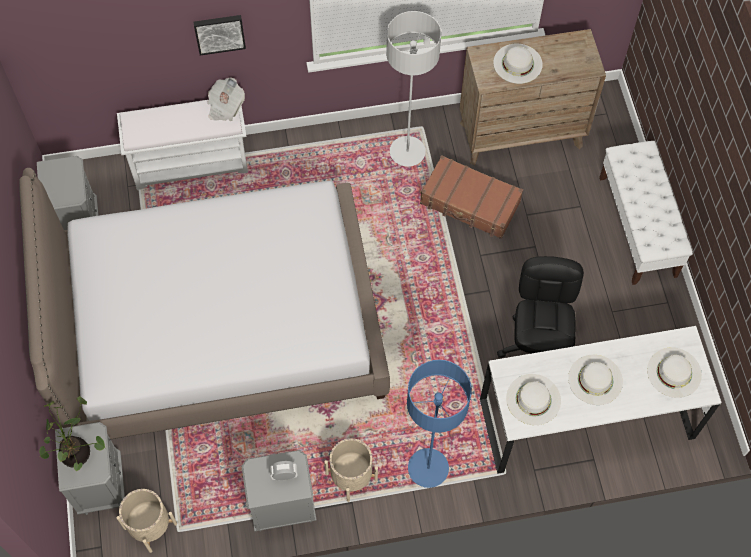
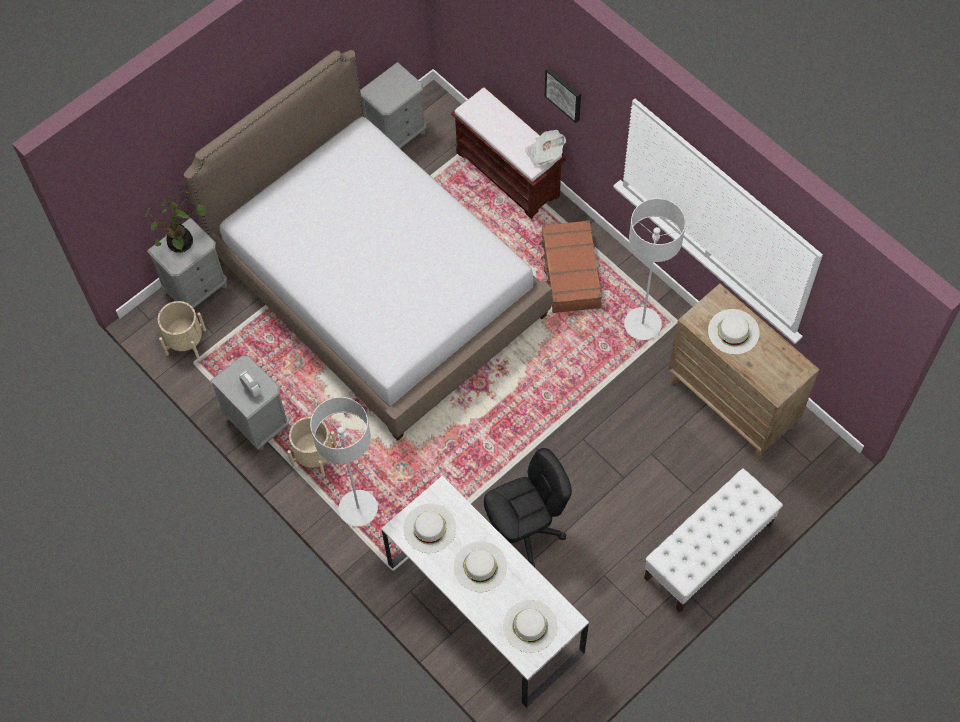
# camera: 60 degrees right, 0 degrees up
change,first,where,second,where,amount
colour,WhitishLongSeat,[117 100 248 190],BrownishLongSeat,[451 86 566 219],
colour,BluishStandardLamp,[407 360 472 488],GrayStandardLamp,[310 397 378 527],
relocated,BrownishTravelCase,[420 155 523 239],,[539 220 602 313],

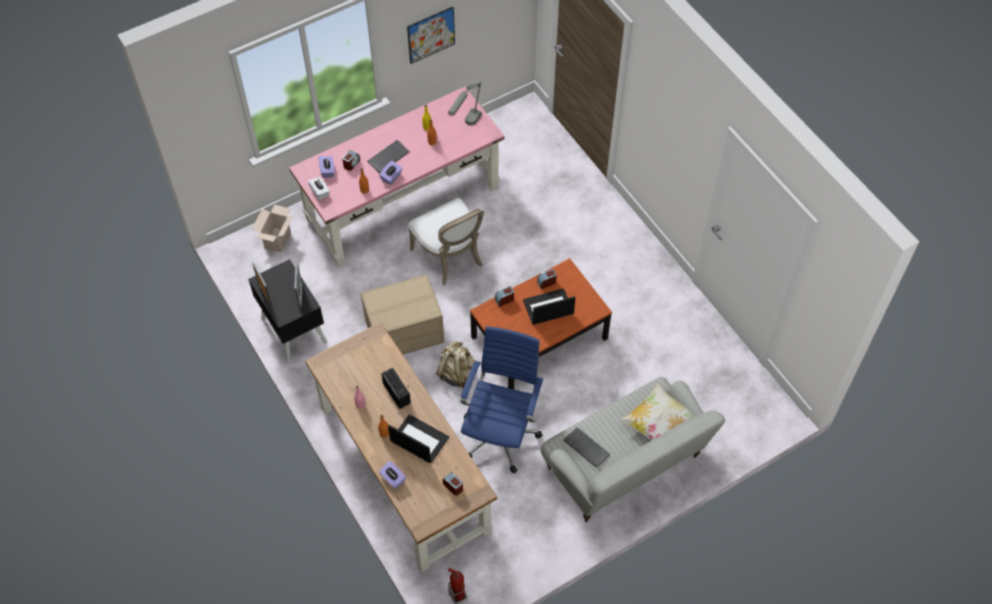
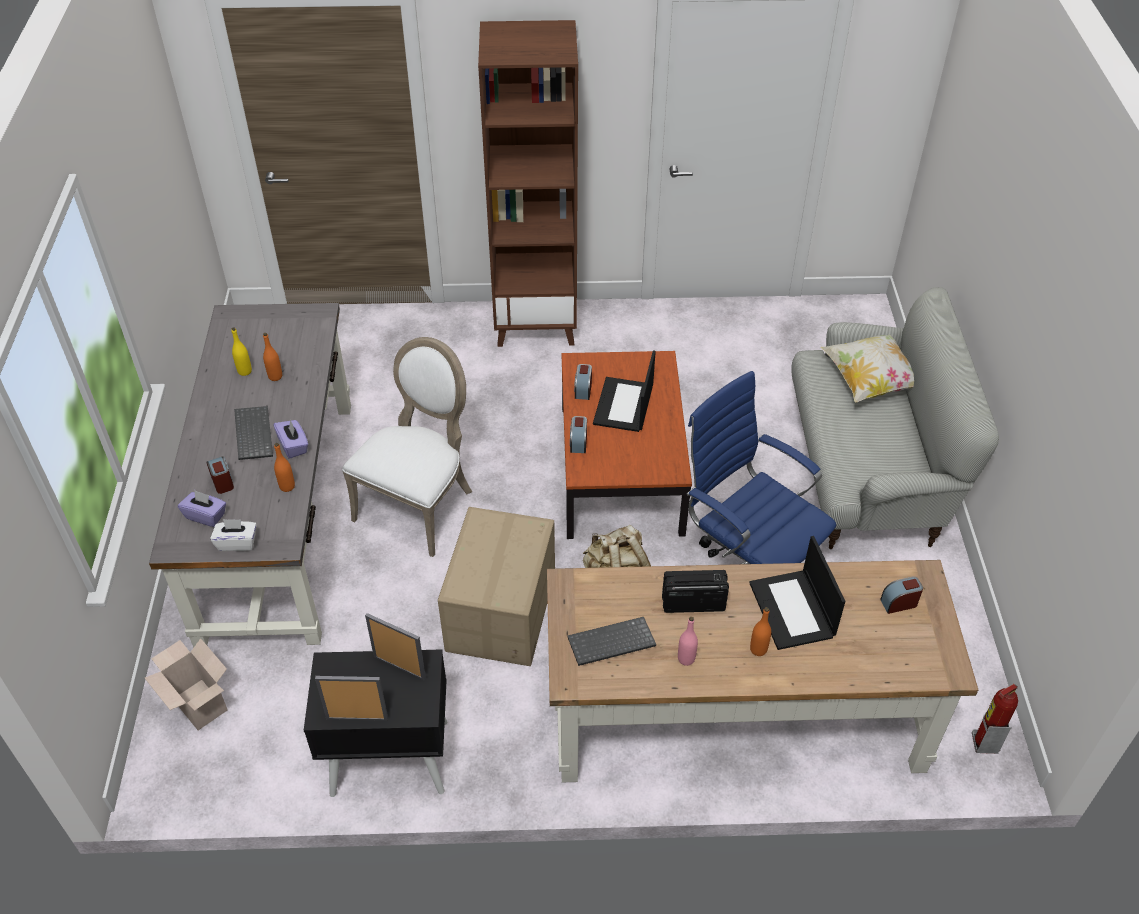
# camera: 60 degrees left, 10 degrees down
change,first,where,second,where,amount
colour,PinkishDeskUnit,[289 87 505 267],GrayDeskUnit,[149 303 351 648],
missing,PurpleTissueHolder,[379 461 406 489],,,
spun,PortableComputer,[388 414 449 463],,[749 536 845 650],75 degrees counterclockwise
missing,Picture,[407 7 455 64],,,
spun,WhitishUprightChair,[408 198 484 285],,[342 337 472 557],60 degrees counterclockwise
missing,GrayTableLamp,[448 81 482 125],,,
relocated,PcKeyboard,[563 427 610 468],,[567 617 656 666],
appeared,,,BrownishBookcase,[478 20 578 347],

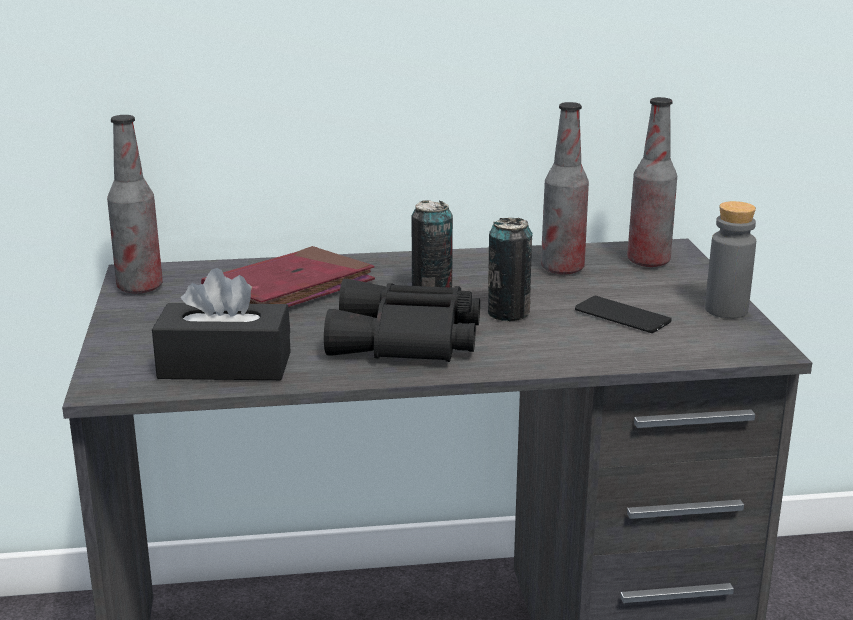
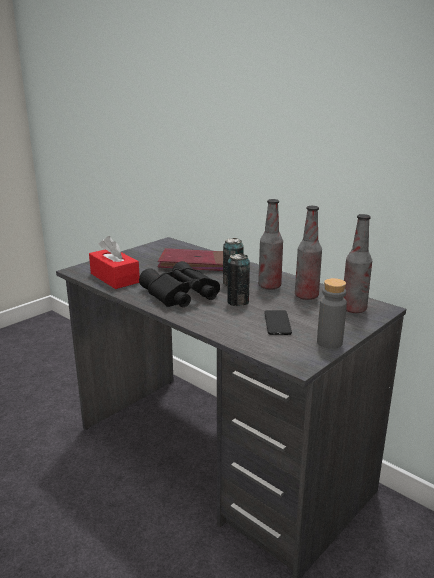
# camera: 50 degrees right, 0 degrees up
change,first,where,second,where,amount
relocated,DrinkBottle,[107 115 163 294],,[258 199 283 290],
colour,BlackTissueHolder,[152 268 291 380],ReddishTissueHolder,[89 236 140 289],

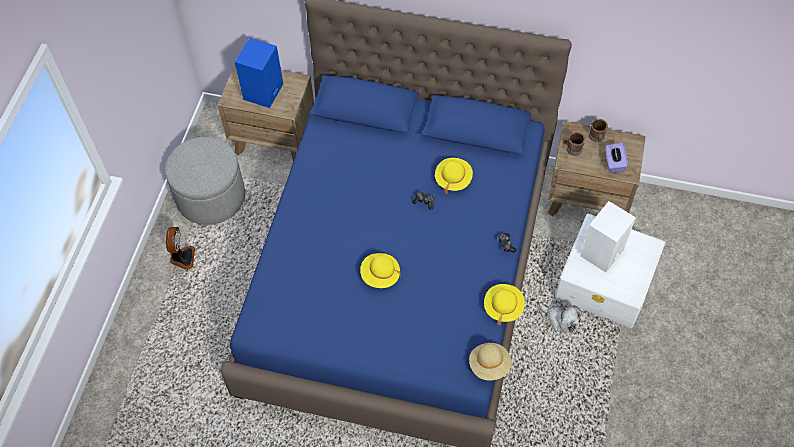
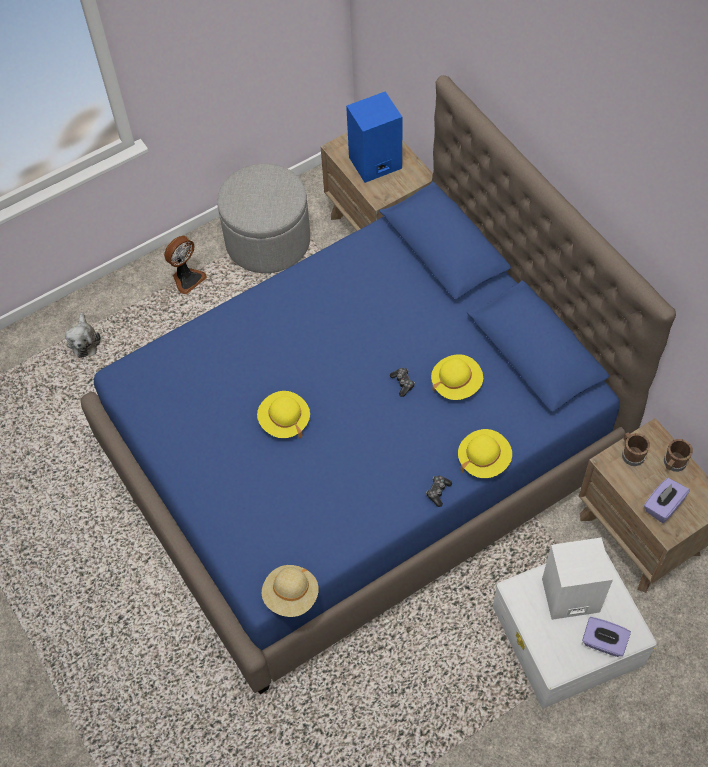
# camera: 45 degrees right, 0 degrees up
change,first,where,second,where,amount
relocated,YellowHat,[484 284 525 325],,[458 429 512 478],
relocated,PlushToy,[539 303 582 333],,[65 312 100 358],
appeared,,,PurpleTissueHolder,[582 617 631 657],

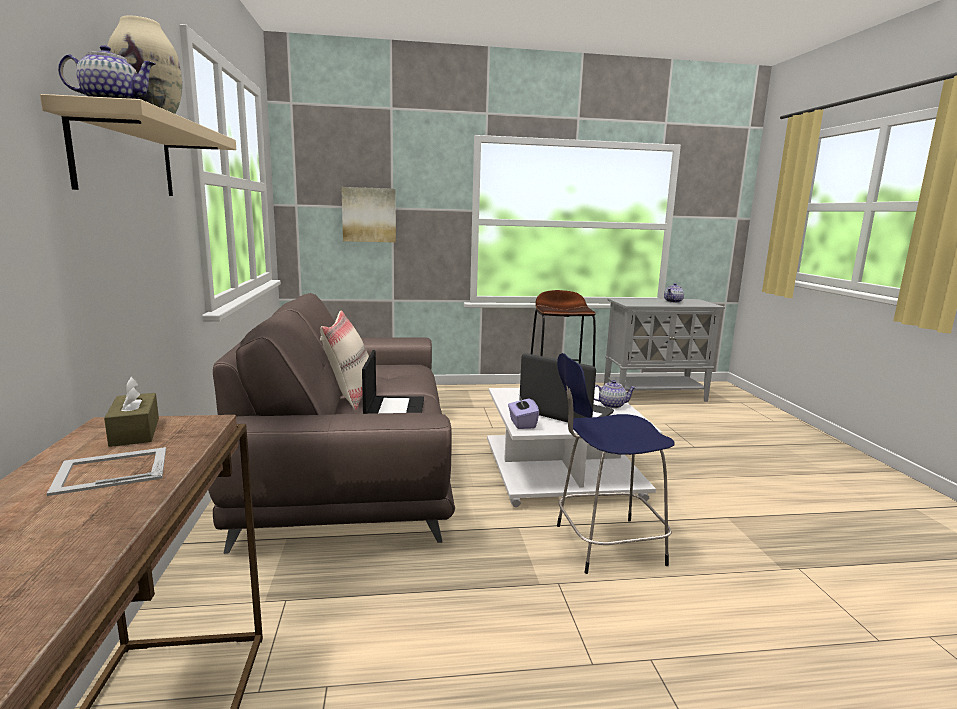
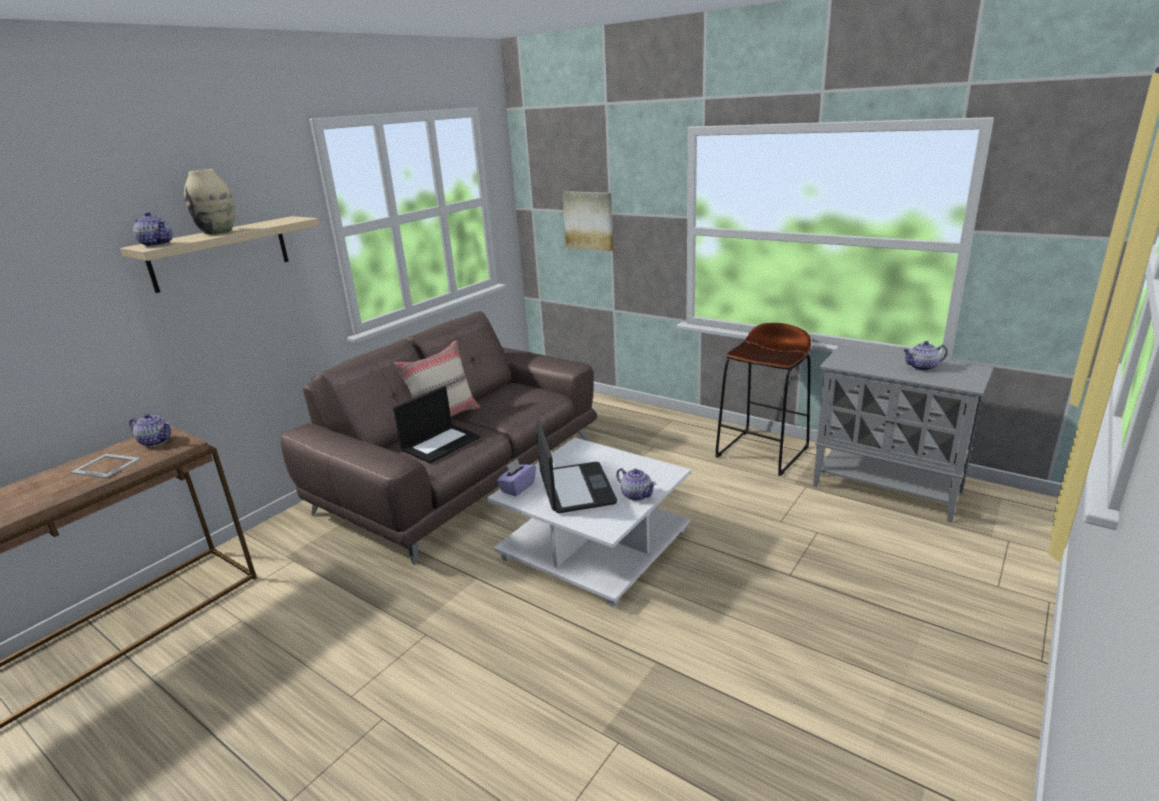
# camera: 45 degrees right, 10 degrees up
change,first,where,second,where,amount
exchanged,BrownishTissueHolder,[104 376 159 447],PotForTea,[129 414 171 447],
missing,BluishStool,[557 353 674 574],,,

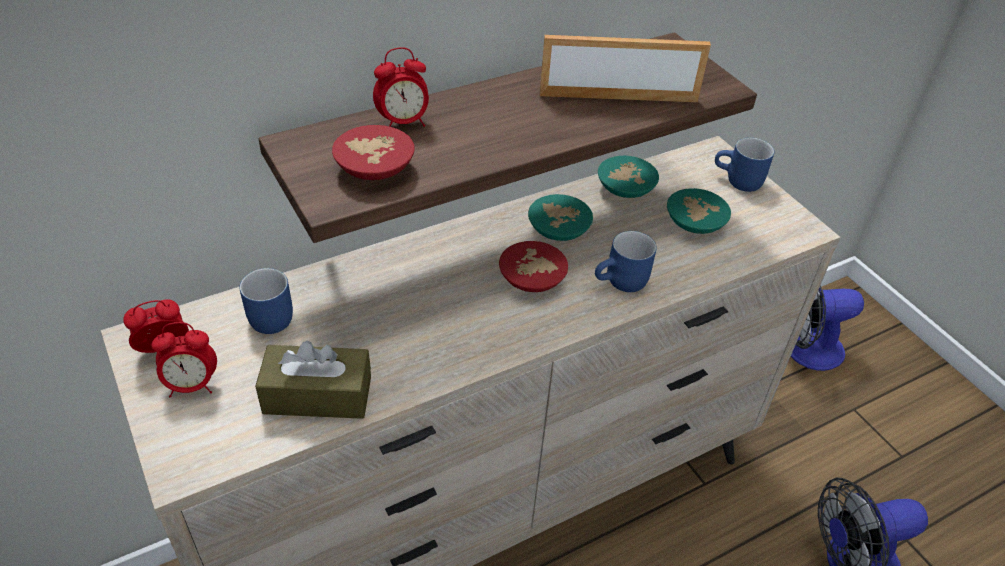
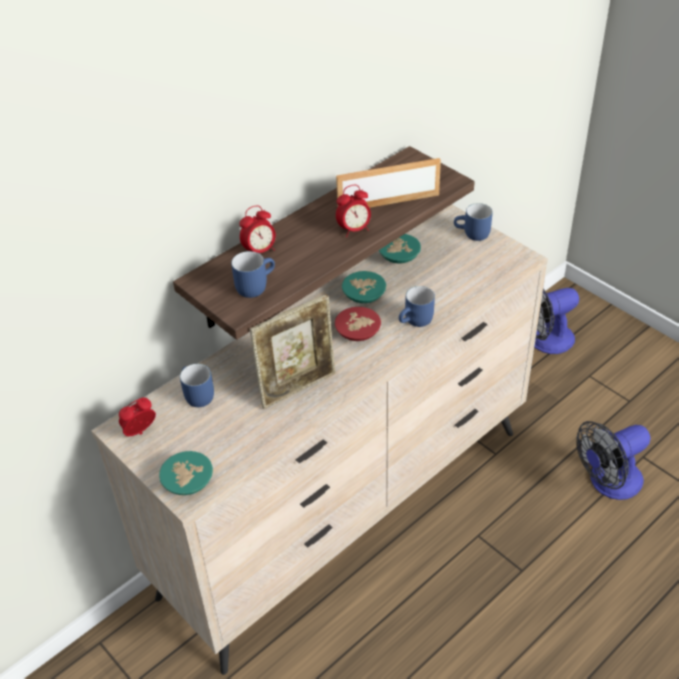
# camera: 10 degrees left, 0 degrees up
change,first,where,second,where,amount
relocated,AlarmClock,[151 322 217 397],,[336 185 371 237],
missing,BrownishTissueHolder,[255 341 371 419],,,
exchanged,ReddishBowl,[332 125 415 180],BluishCoffeeMug,[231 251 275 298],
relocated,BlueGreenBowl,[667 188 731 234],,[159 451 213 495],
appeared,,,PictureFrame,[250 294 335 409],

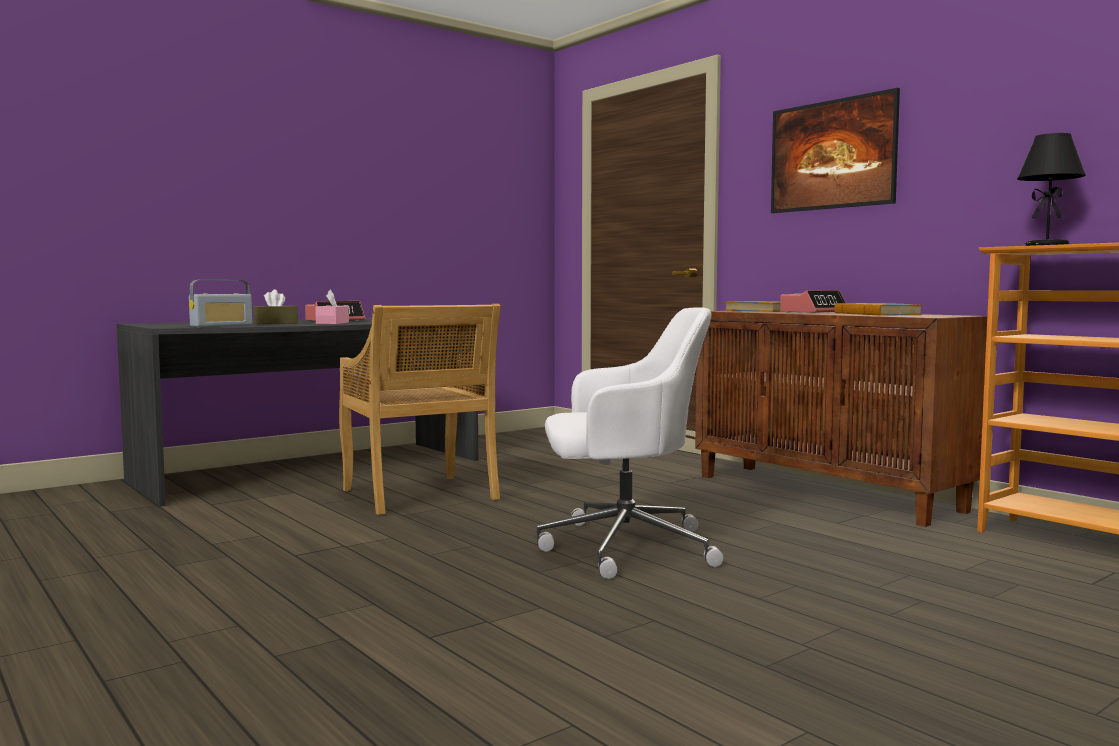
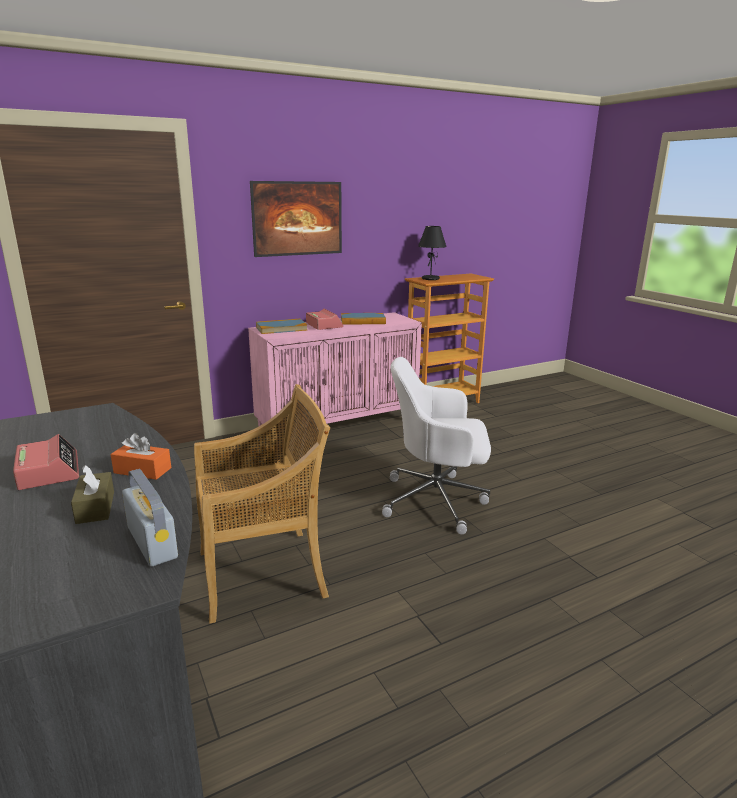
# camera: 80 degrees left, 15 degrees up
change,first,where,second,where,amount
colour,PinkishTissueHolder,[315 289 349 324],OrangeyTissueHolder,[111 433 171 480],
spun,WhitishComputerChair,[536 307 723 579],,[382 357 491 535],90 degrees counterclockwise
colour,BrownishCupboard,[695 311 987 527],PinkishCupboard,[248 312 422 426],

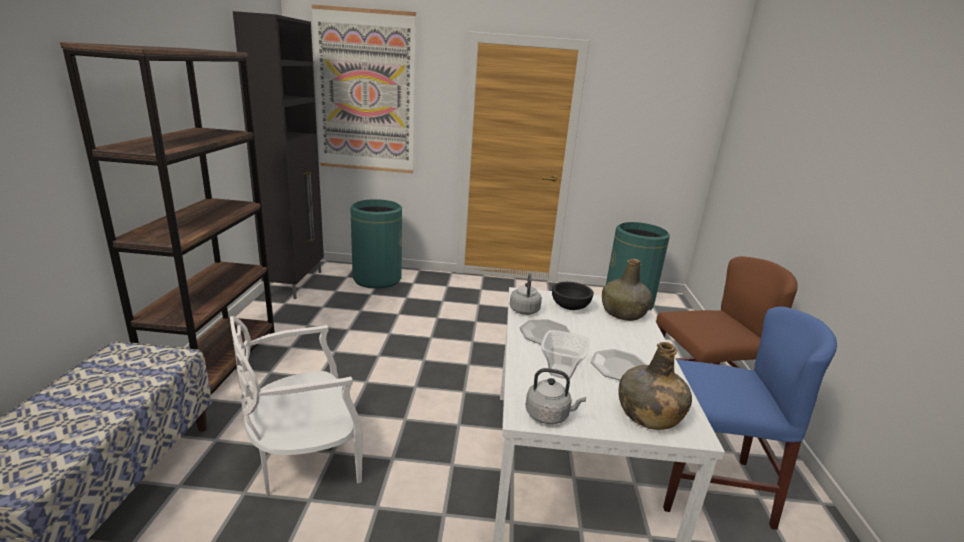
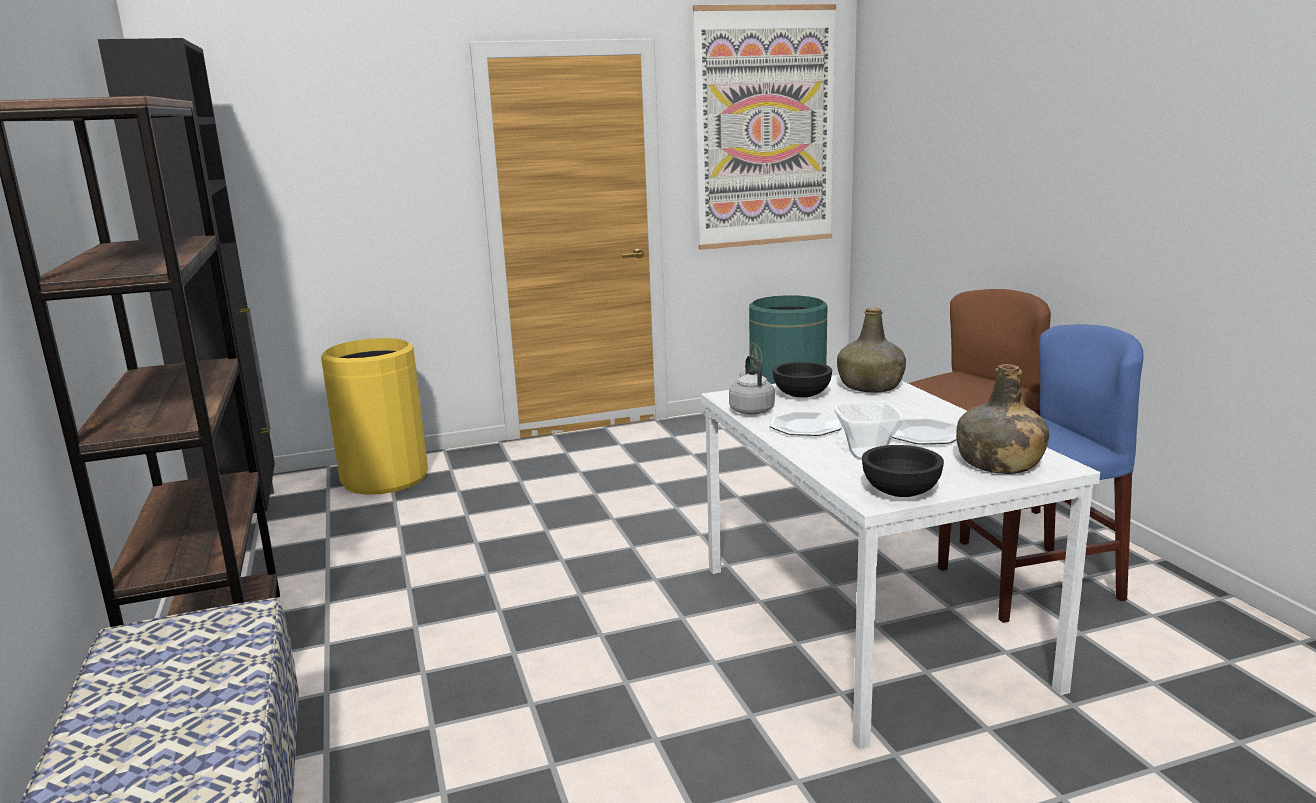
# camera: 20 degrees left, 5 degrees down
change,first,where,second,where,amount
missing,WhitishUprightChair,[230 316 363 495],,,
relocated,Picture,[312 5 416 174],,[693 4 836 250],
colour,GreenWasteBin,[350 199 402 289],YellowWasteBin,[321 338 428 495],
exchanged,GrayWaterKettle,[526 368 586 424],BlackBowl,[862 445 944 497],

